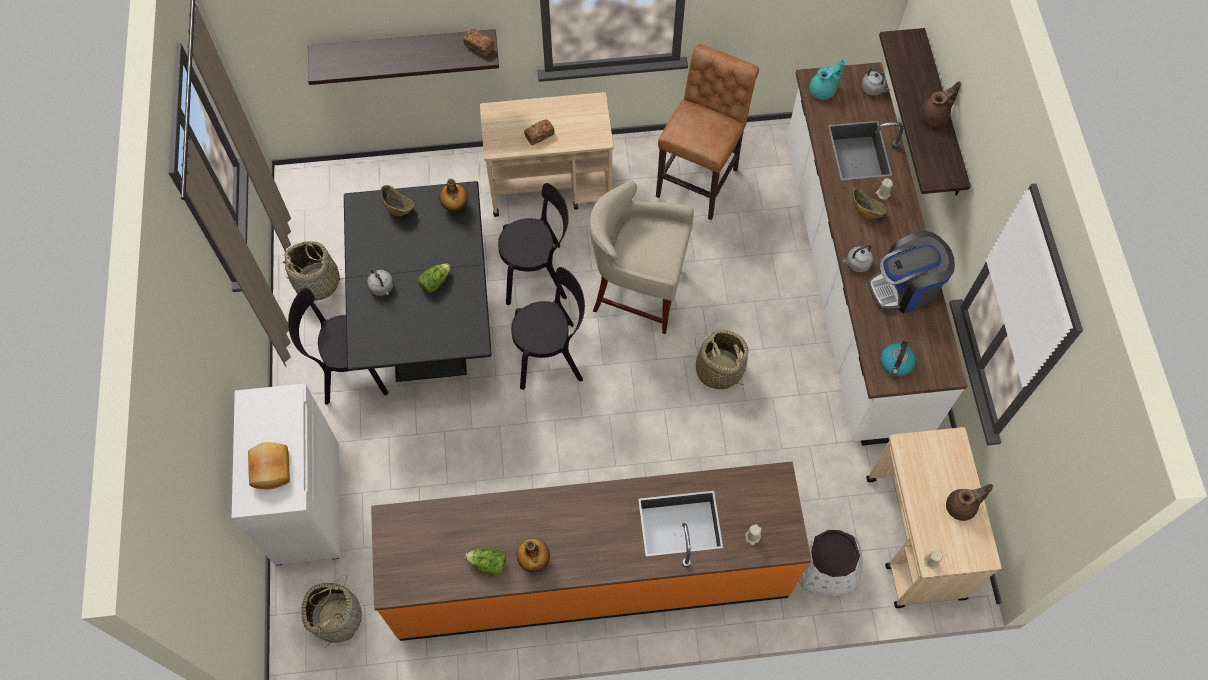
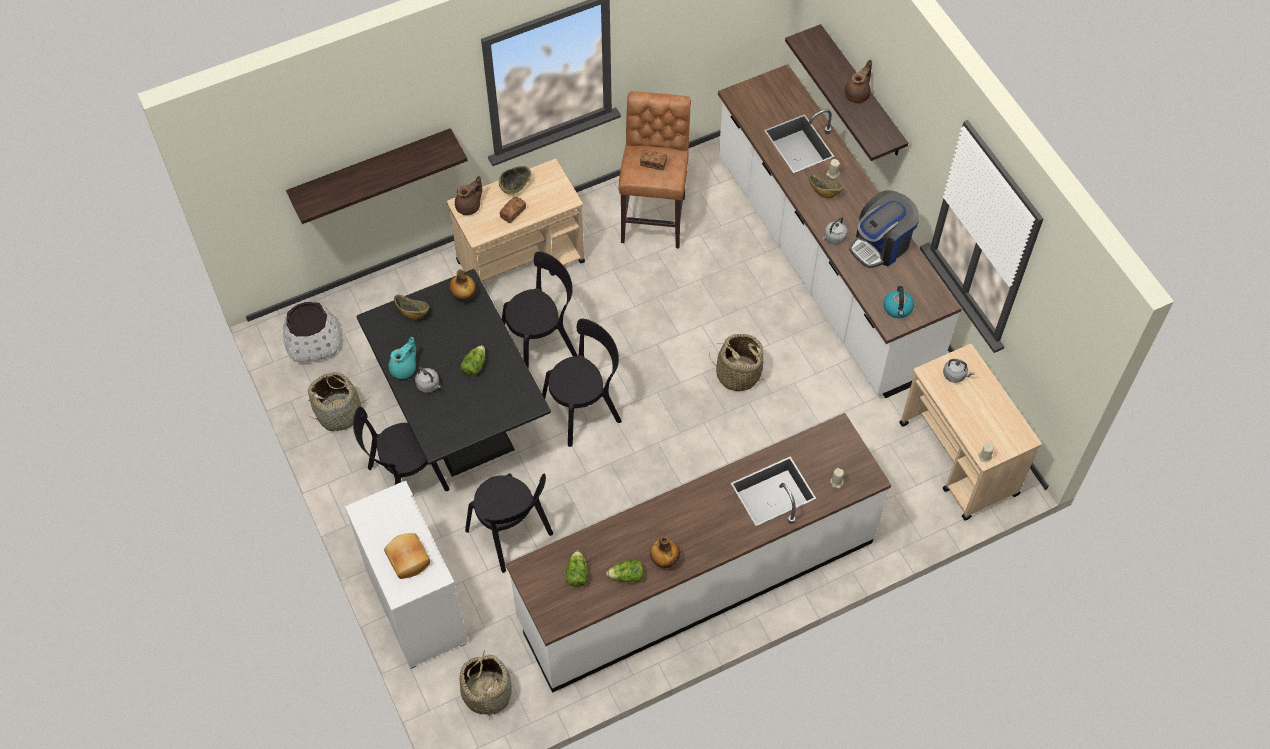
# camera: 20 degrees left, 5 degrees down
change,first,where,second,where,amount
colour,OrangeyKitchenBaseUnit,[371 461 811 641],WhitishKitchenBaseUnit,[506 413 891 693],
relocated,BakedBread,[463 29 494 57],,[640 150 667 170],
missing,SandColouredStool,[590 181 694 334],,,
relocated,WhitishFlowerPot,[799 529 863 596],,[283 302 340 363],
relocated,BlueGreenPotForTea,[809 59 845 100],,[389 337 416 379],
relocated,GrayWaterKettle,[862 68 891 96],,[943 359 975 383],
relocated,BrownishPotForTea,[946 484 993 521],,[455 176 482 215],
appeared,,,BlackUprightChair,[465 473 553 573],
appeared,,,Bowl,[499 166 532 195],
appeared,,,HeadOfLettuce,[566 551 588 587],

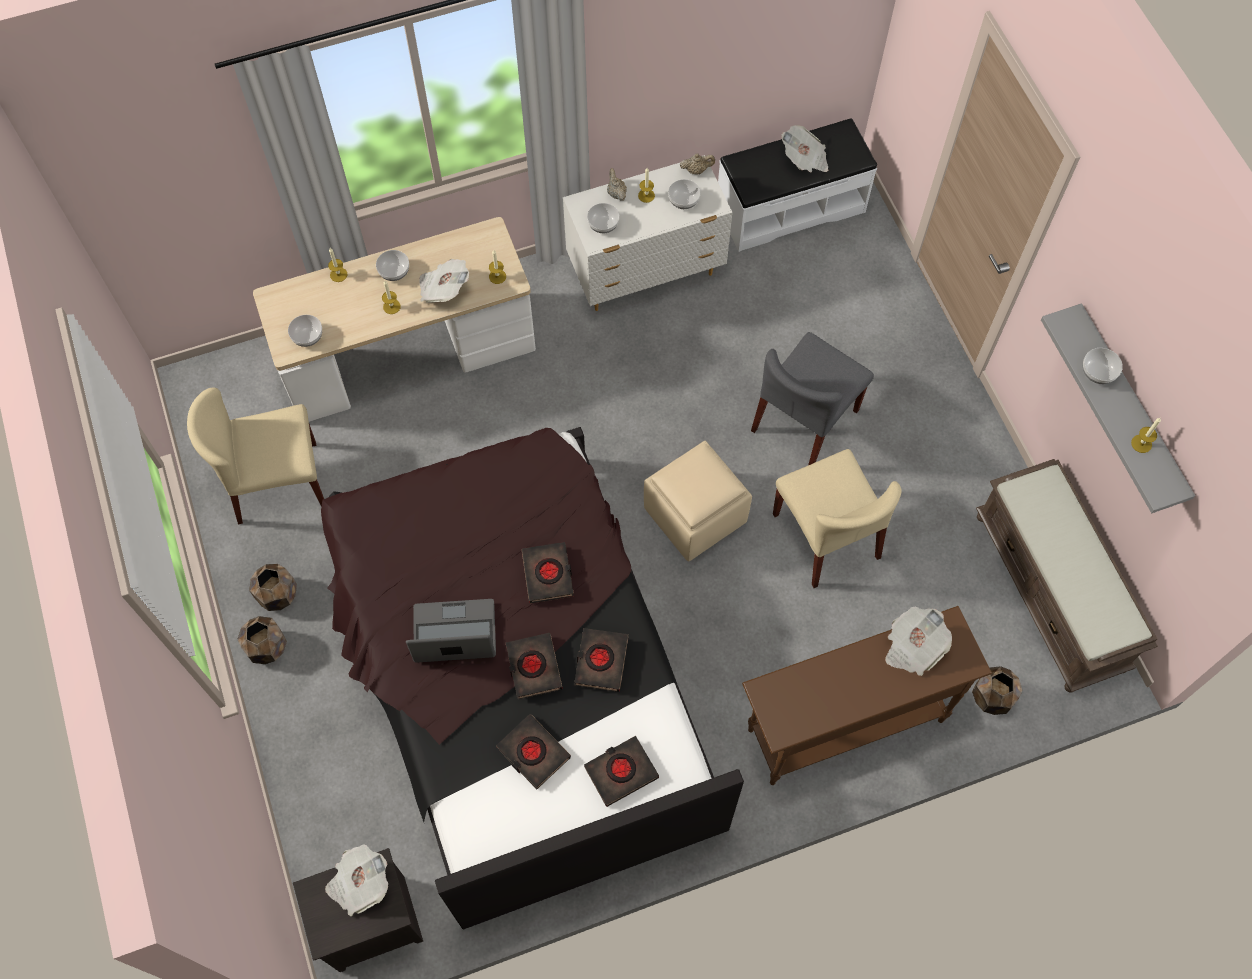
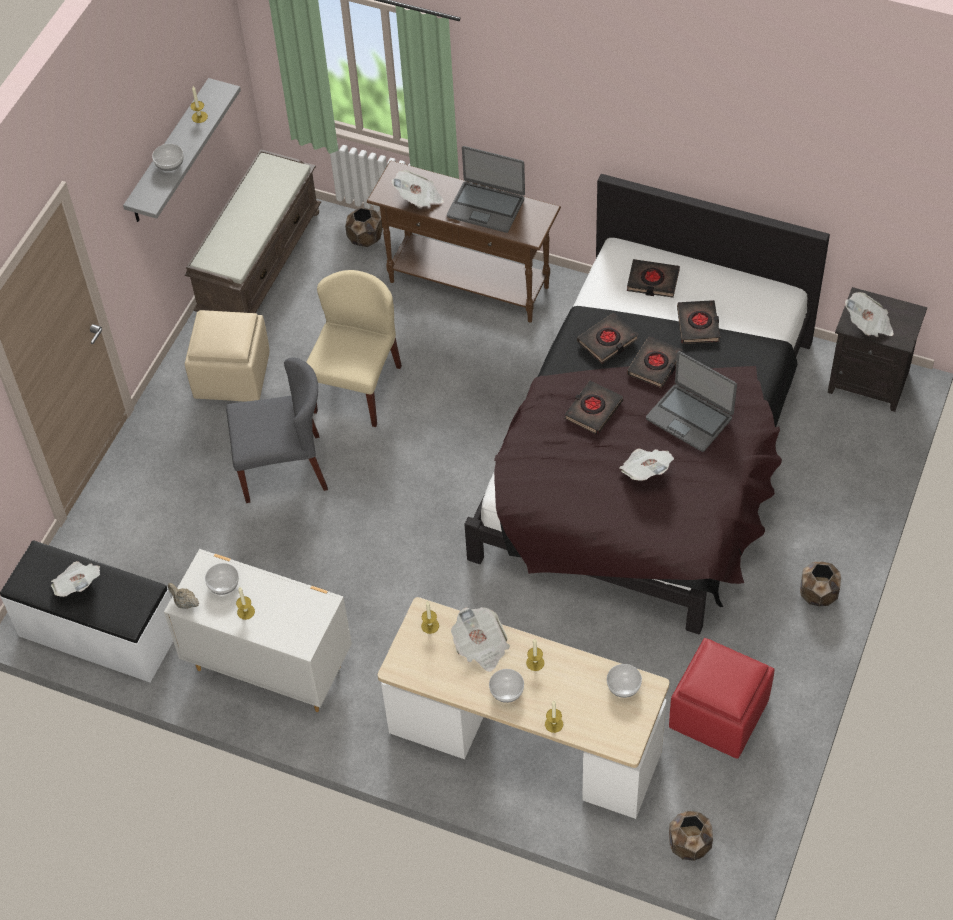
# camera: 135 degrees left, 10 degrees down
change,first,where,second,where,amount
exchanged,SandColouredUprightChair,[187 388 324 524],ReddishOttoman,[669 638 775 759],
relocated,BrownishFlowerPot,[249 564 297 611],,[669 811 713 861],
missing,Bowl,[587 203 619 233],,,
missing,SandColouredPotForTea,[607 168 627 201],,,
relocated,SandColouredOttoman,[644 441 752 561],,[185 310 270 402],
appeared,,,PortableComputer,[447 146 525 233],
appeared,,,Newspaper,[619 449 674 481],

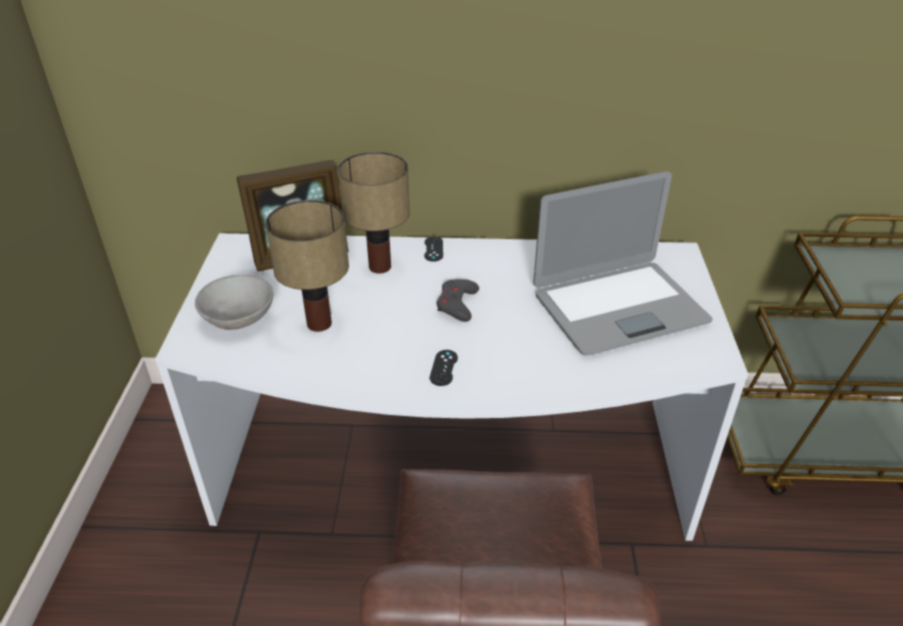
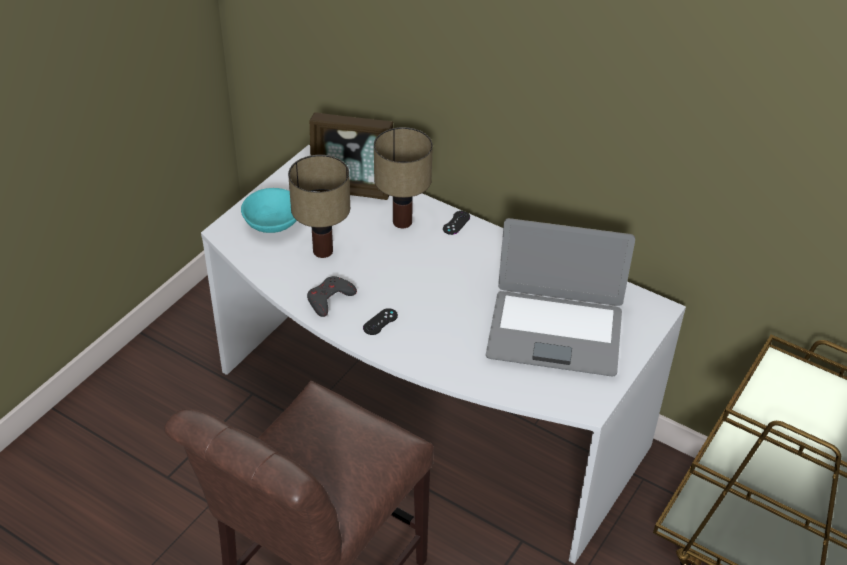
# camera: 30 degrees right, 5 degrees up
change,first,where,second,where,amount
colour,GrayBowl,[195 275 273 330],BlueGreenBowl,[241 188 297 233],
relocated,GrayGamepad,[437 279 479 322],,[307 276 357 317],

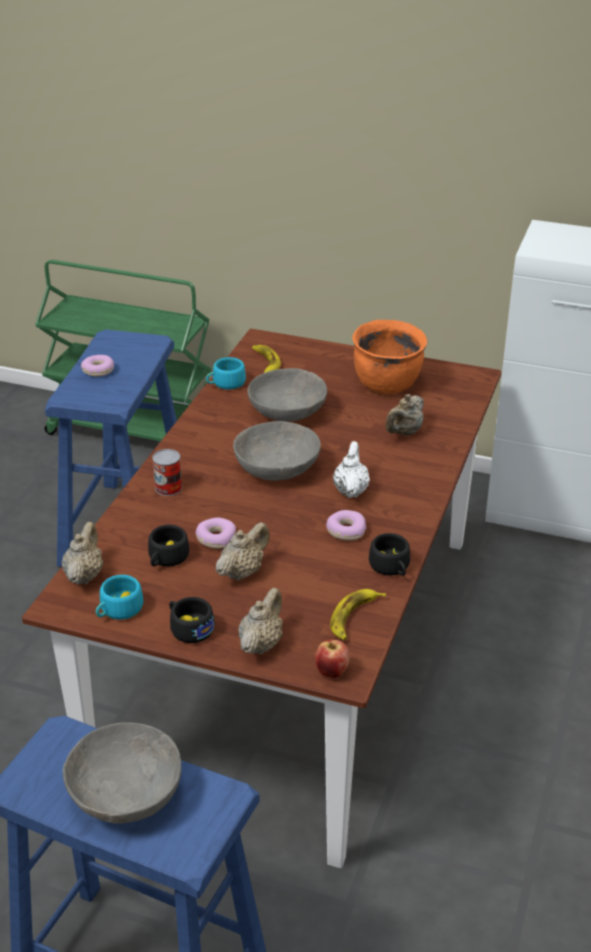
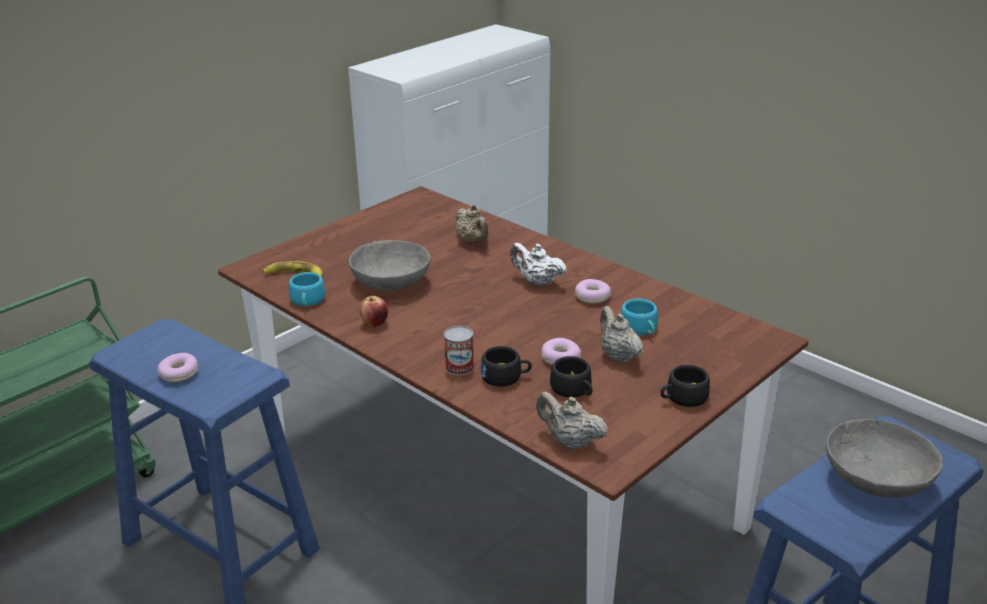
# camera: 65 degrees left, 5 degrees down
change,first,where,second,where,amount
relocated,BlueGreenSmallCup,[96 575 144 620],,[621 299 658 335],
missing,GrayBowl,[233 421 321 481],,,
missing,SandColouredPotForTea,[238 588 283 654],,,
relocated,Apple,[315 639 350 678],,[359 296 388 327],
missing,WholeBanana,[330 589 386 640],,,
missing,OrangeyStockpot,[352 320 427 394],,,
relocated,BlackSmallCup,[369 533 410 576],,[481 346 532 387],

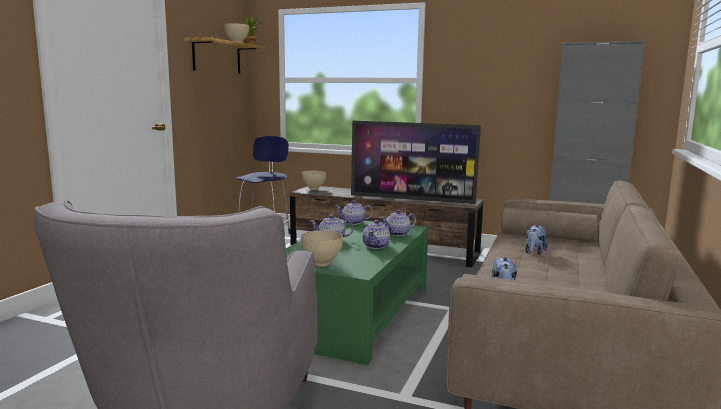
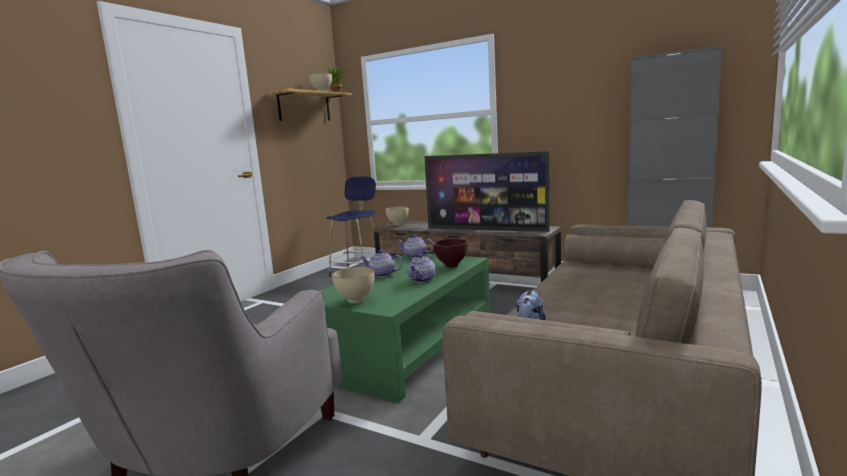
# camera: 10 degrees right, 0 degrees up
change,first,where,second,where,amount
exchanged,PotForTea,[380 210 416 236],BrownishBowl,[433 239 468 268],
missing,PlushToy,[525 225 548 255],,,

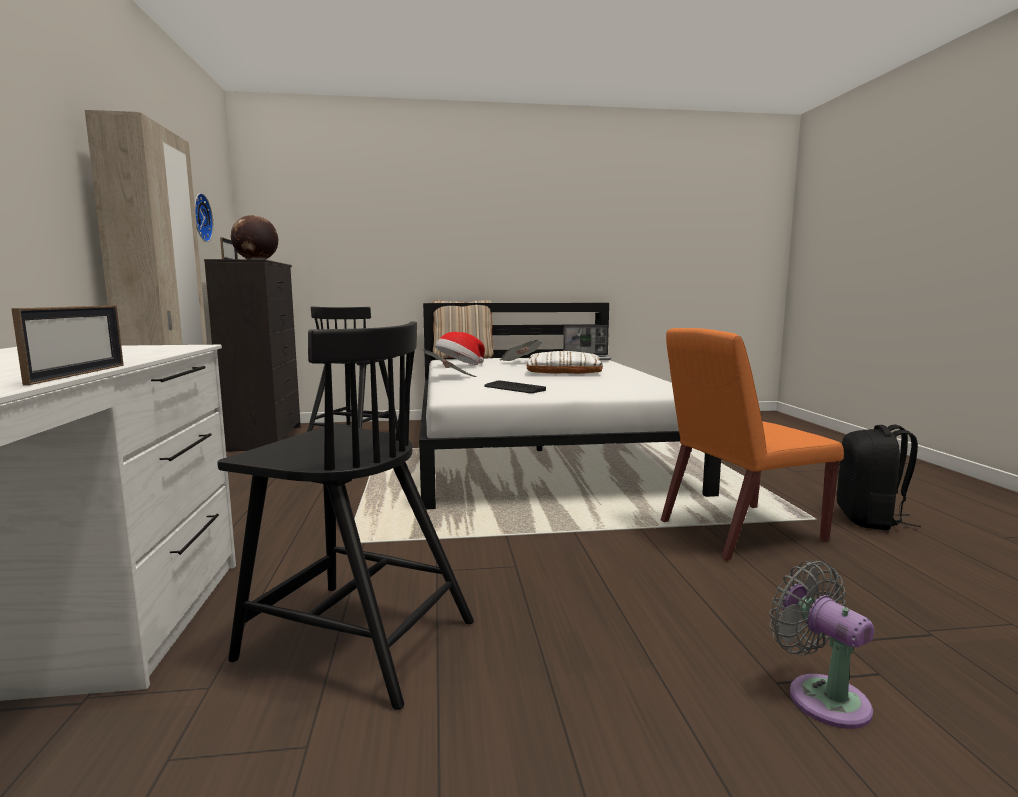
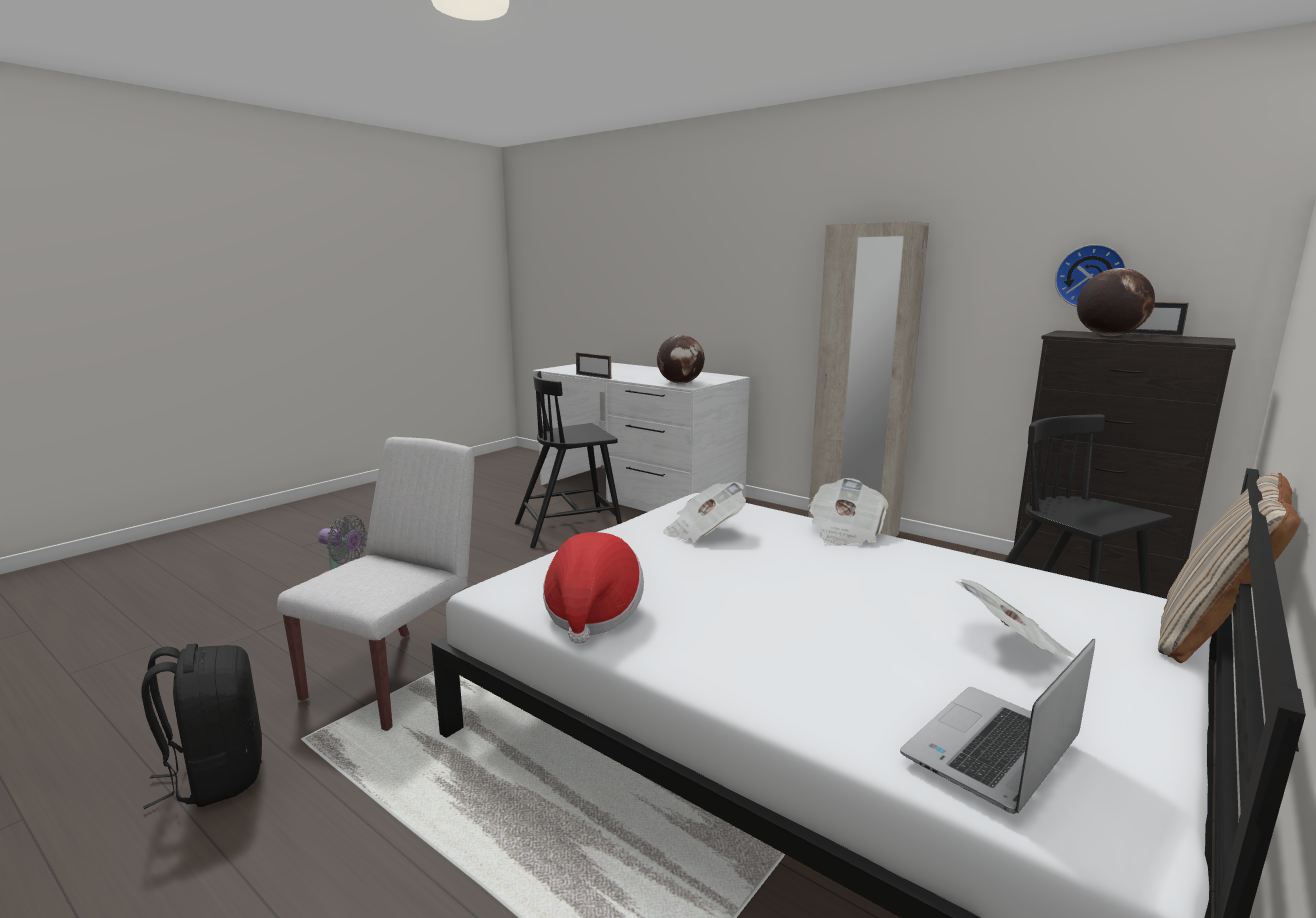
# camera: 135 degrees right, 5 degrees up
change,first,where,second,where,amount
relocated,Hat,[435 332 485 365],,[543 532 644 644],
exchanged,PcKeyboard,[484 380 546 393],Newspaper,[663 482 746 541],
missing,WhitishThrowPillow,[526 351 603 374],,,
colour,OrangeyUprightChair,[661 328 844 561],WhitishUprightChair,[277 437 474 731],
appeared,,,DeskGlobe,[657 335 705 384],

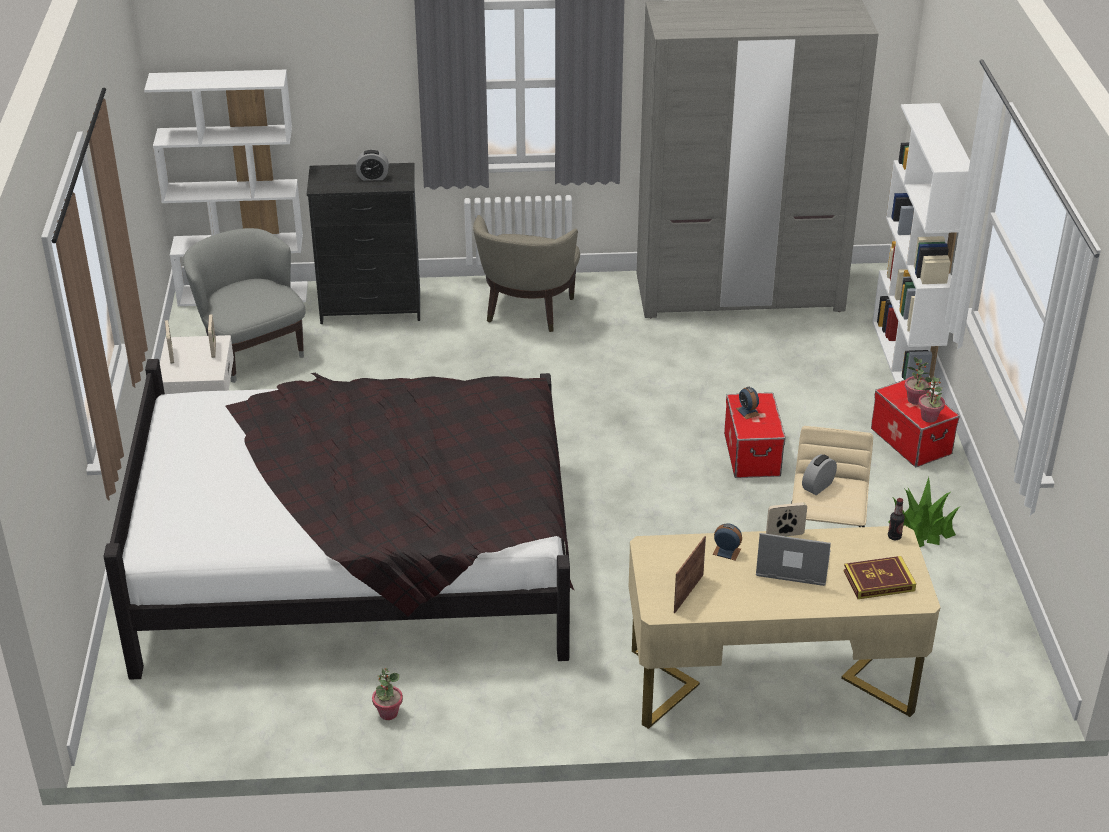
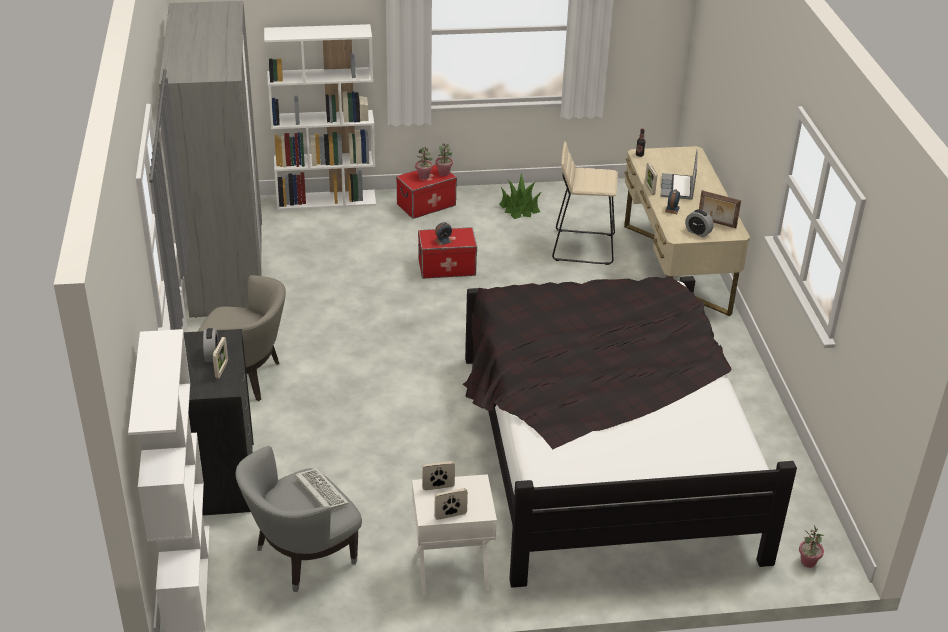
# camera: 95 degrees left, 0 degrees up
change,first,where,second,where,amount
relocated,PottedPlant,[372 668 403 720],,[799 525 824 568],
relocated,AlarmClock,[802 454 837 495],,[685 209 714 238],
missing,Book,[844 556 916 599],,,
appeared,,,PictureFrame,[213 337 228 379],
appeared,,,PcKeyboard,[295 468 349 511],

